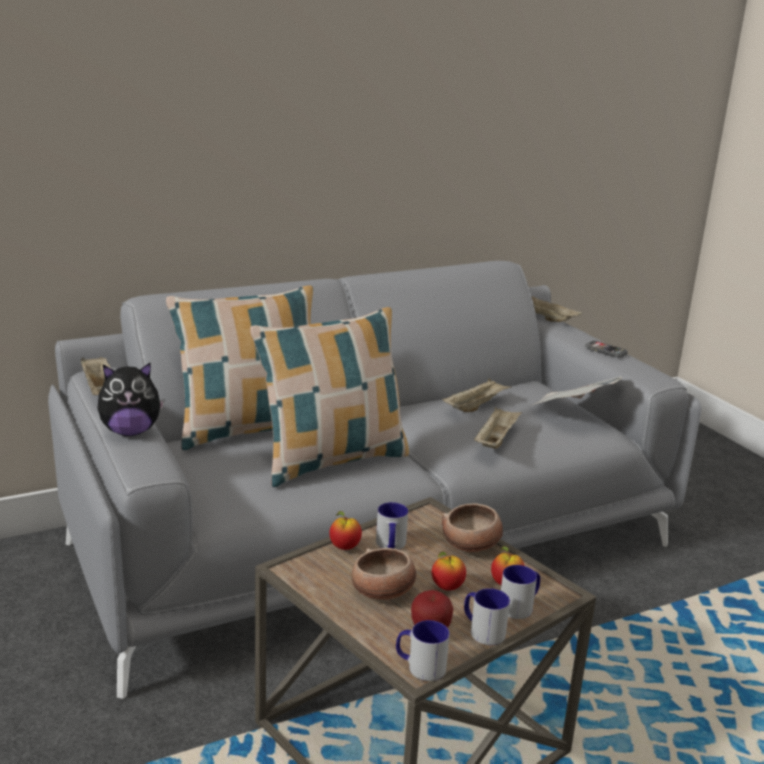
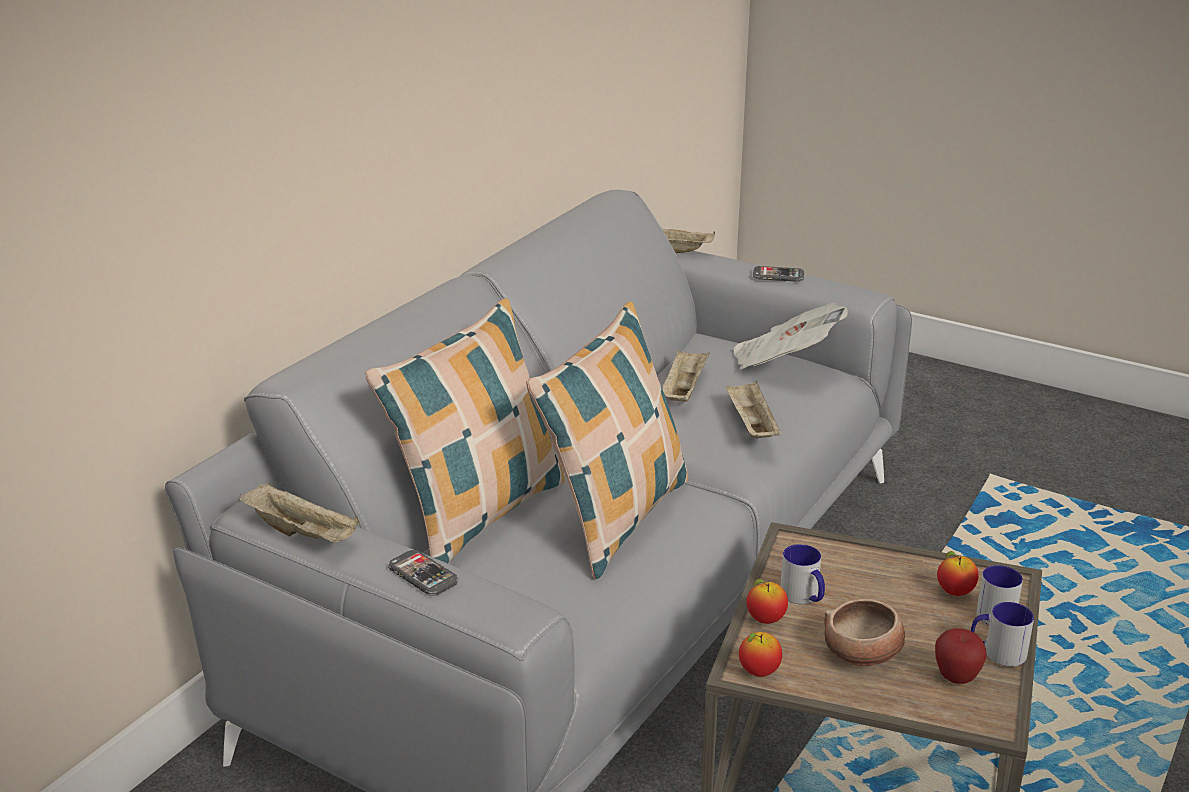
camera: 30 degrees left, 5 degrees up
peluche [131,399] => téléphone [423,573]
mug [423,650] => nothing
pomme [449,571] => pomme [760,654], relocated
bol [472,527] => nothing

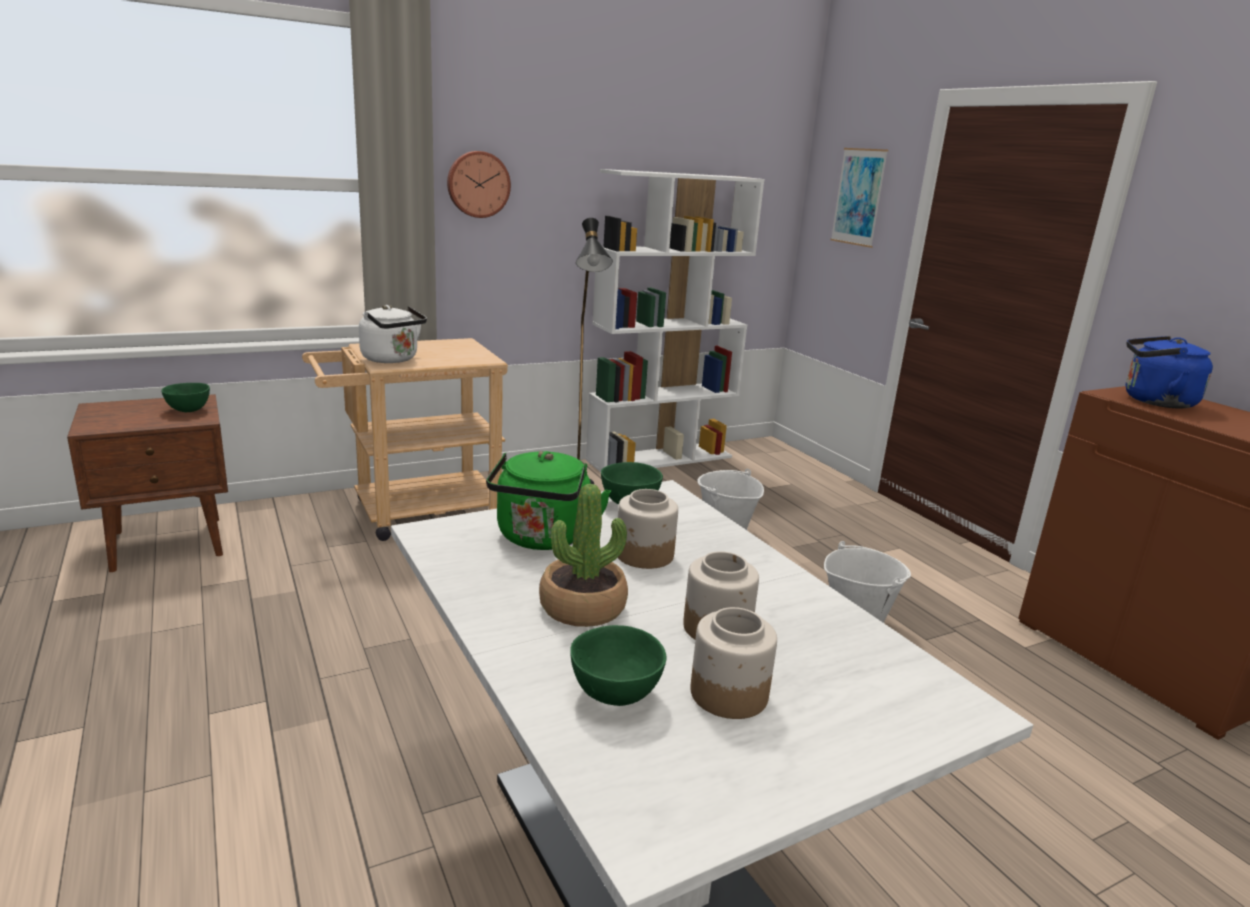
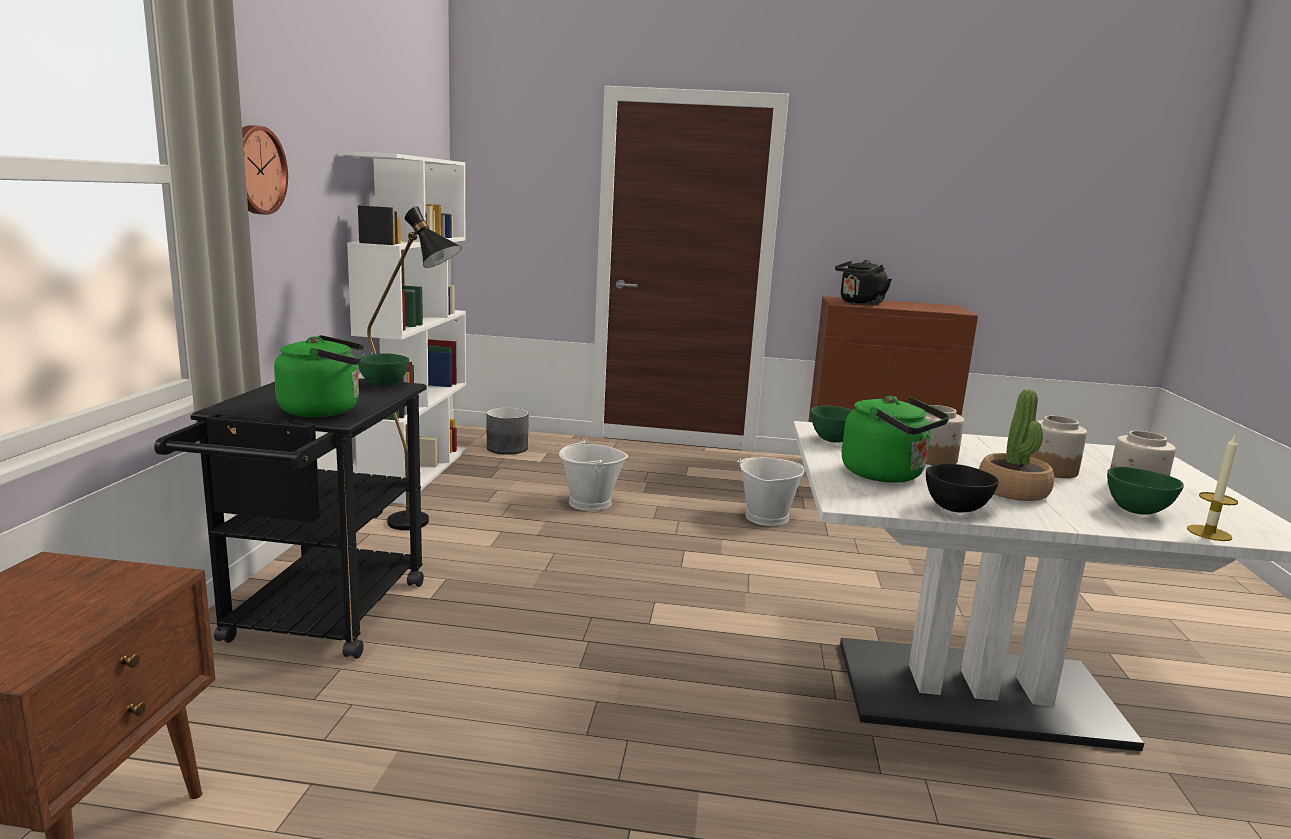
camera: 55 degrees left, 5 degrees down
bol [vert] [185,397] => bol [vert] [383,369], relocated
chariot [beige] [405,439] => chariot [noir] [290,518]
bouilloire [blanc] [393,334] => bouilloire [vert] [319,376]
tableau [859,198] => nothing
bouilloire [bleu] [1169,372] => bouilloire [noir] [863,282]
nothing => cache-pot [gris] [508,431]
nothing => bol [noir] [962,488]
nothing => bougie [1212,488]

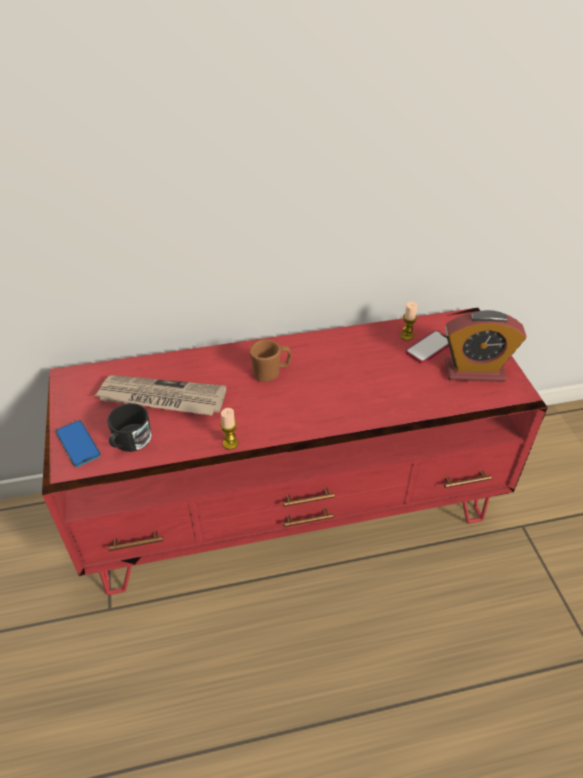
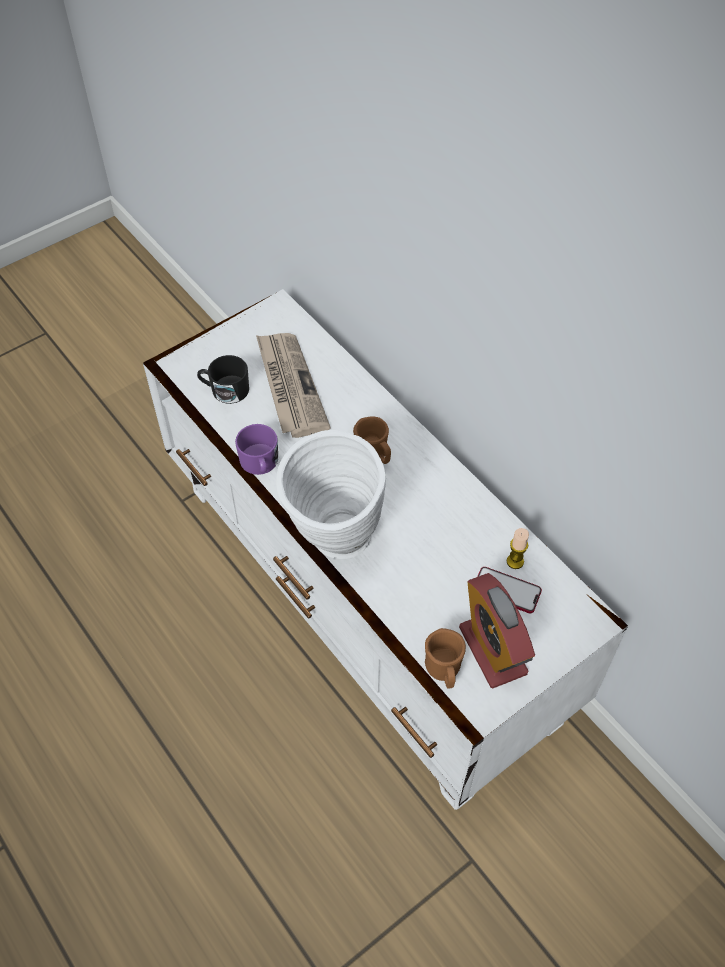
camera: 65 degrees right, 10 degrees up
meuble télé [rouge] [295,451] => meuble télé [blanc] [385,549]
téléphone [78,443] => nothing
bougie [229,429] => mug [violet] [256,449]
nothing => vase [blanc] [331,494]
nothing => mug [marron] [445,658]

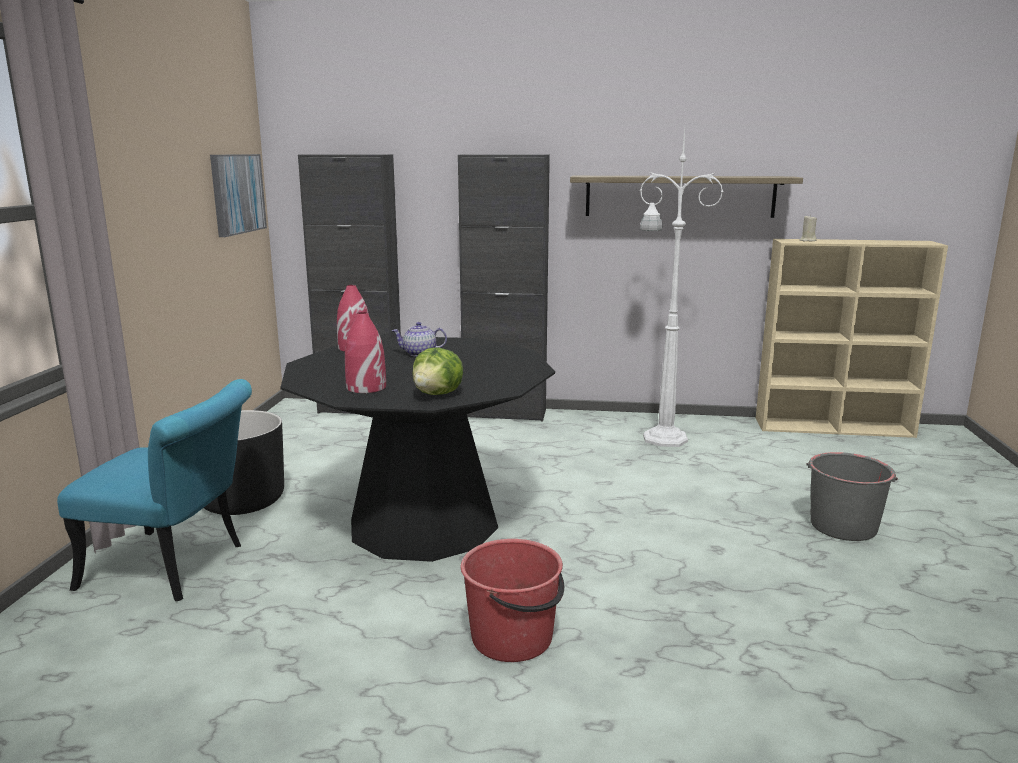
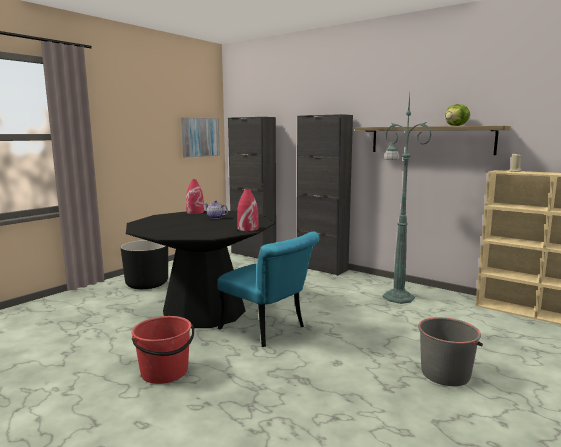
camera: 30 degrees right, 5 degrees down
chaise [turquoise] [154,490] => chaise [turquoise] [268,289], relocated
vase [rouge] [365,352] => vase [rouge] [247,210], relocated
laitue [437,371] => laitue [457,115], relocated
lampadaire [blanc] [682,288] => lampadaire [vert] [407,199]

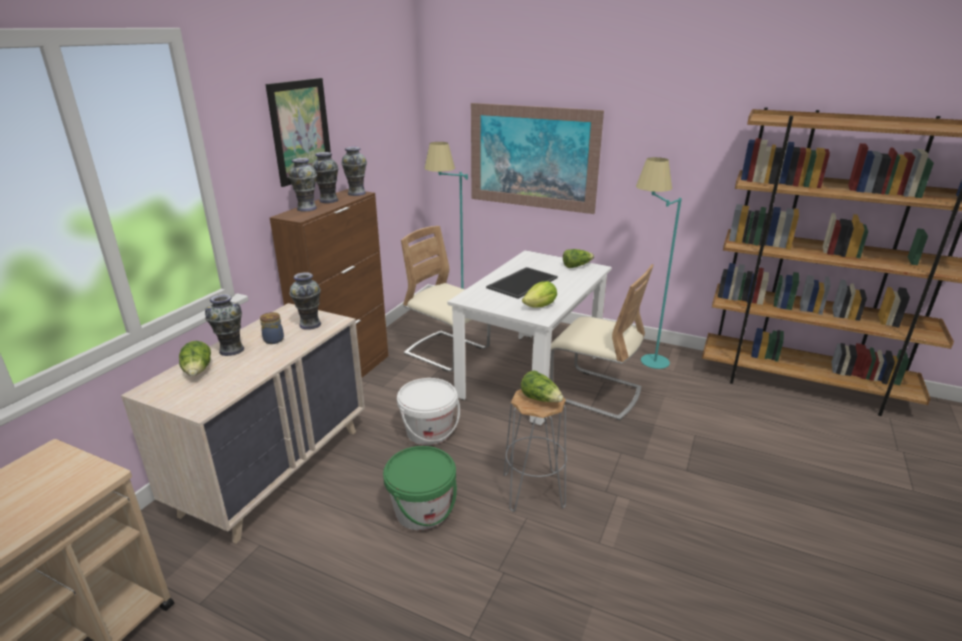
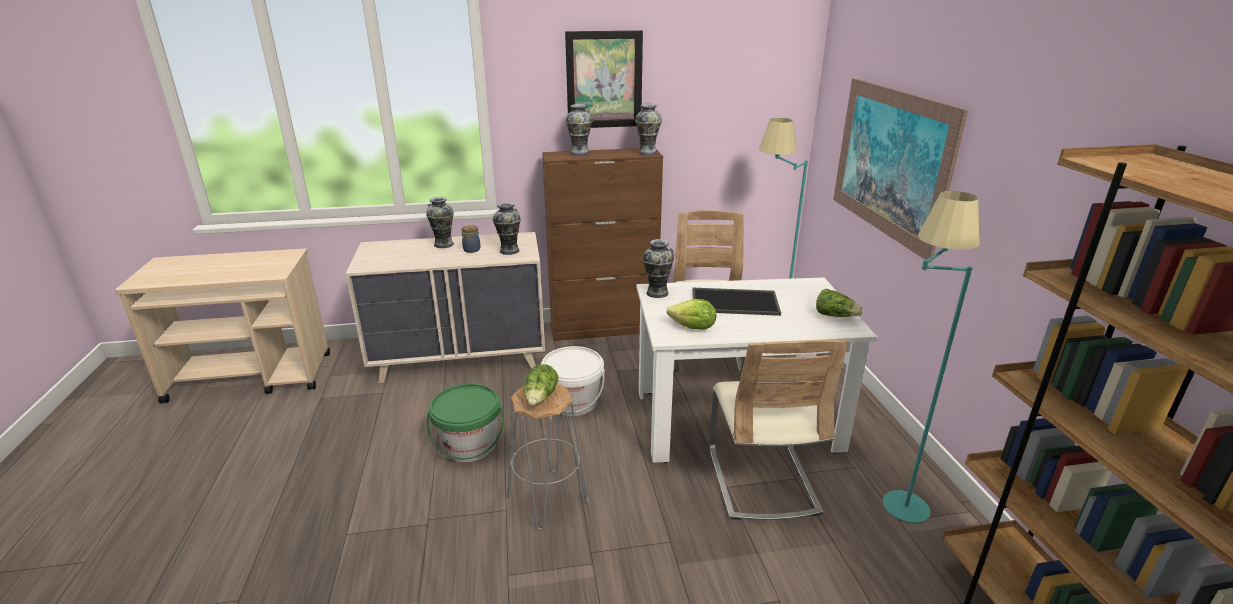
camera: 55 degrees right, 0 degrees up
laitue [195,358] => nothing
vase [325,177] => vase [658,268], relocated

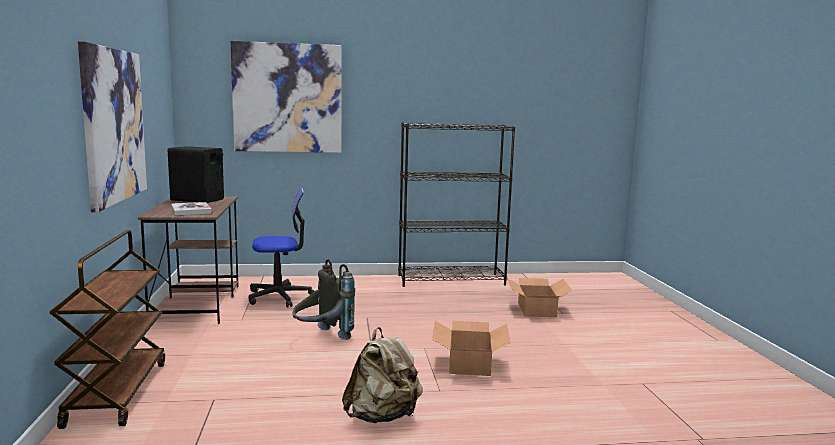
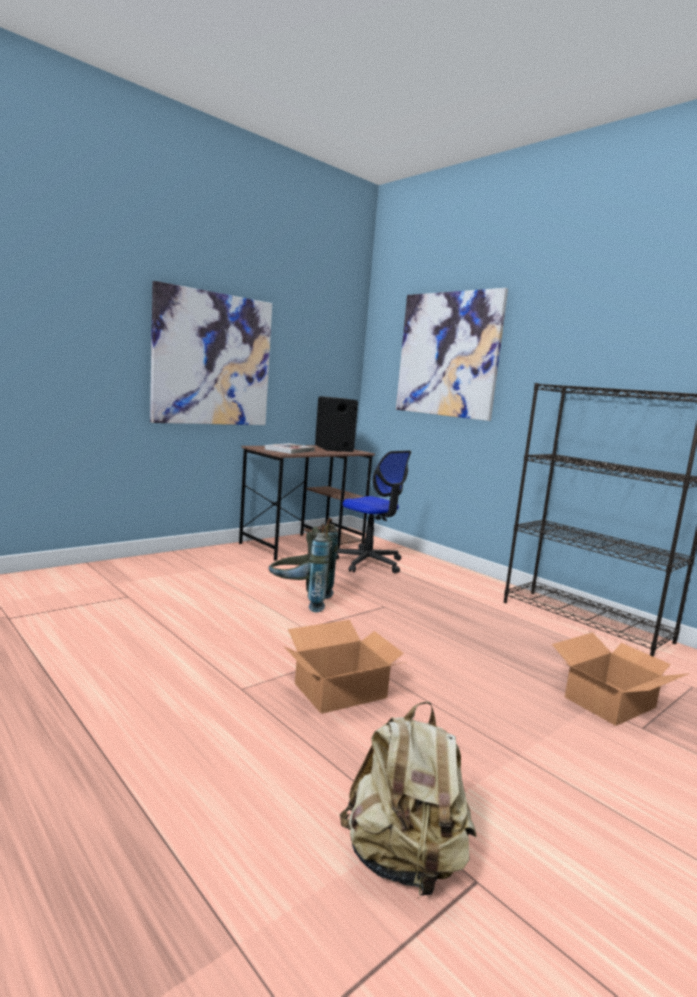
camera: 55 degrees right, 0 degrees up
chariot [marron] [107,329] => nothing
sac à dos [beige] [382,375] => sac à dos [beige] [408,798], relocated

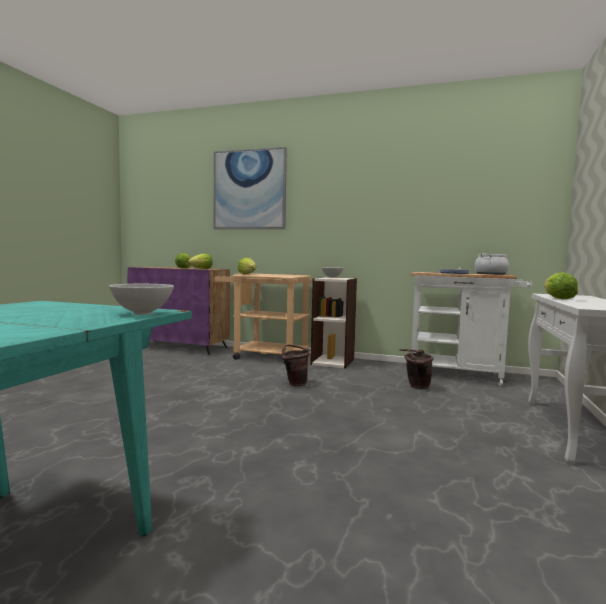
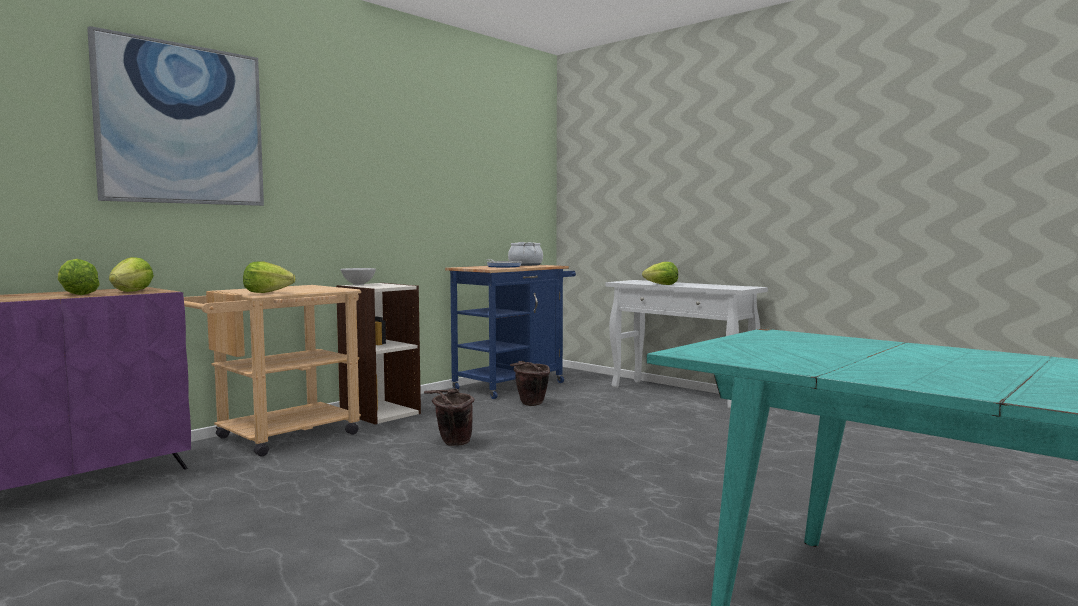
camera: 65 degrees left, 0 degrees up
bol [blanc] [141,299] => nothing
chariot [blanc] [471,329] => chariot [bleu] [510,332]

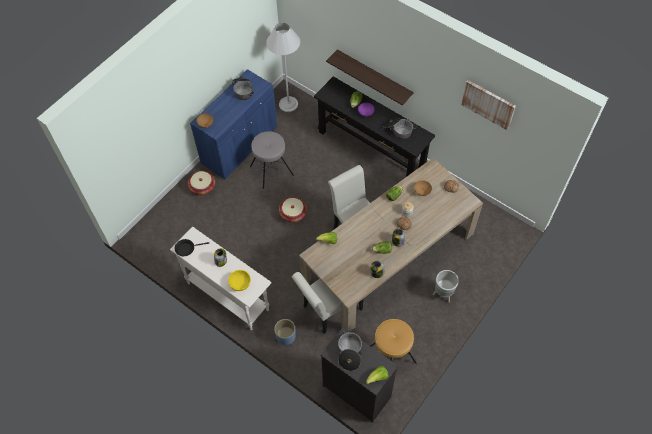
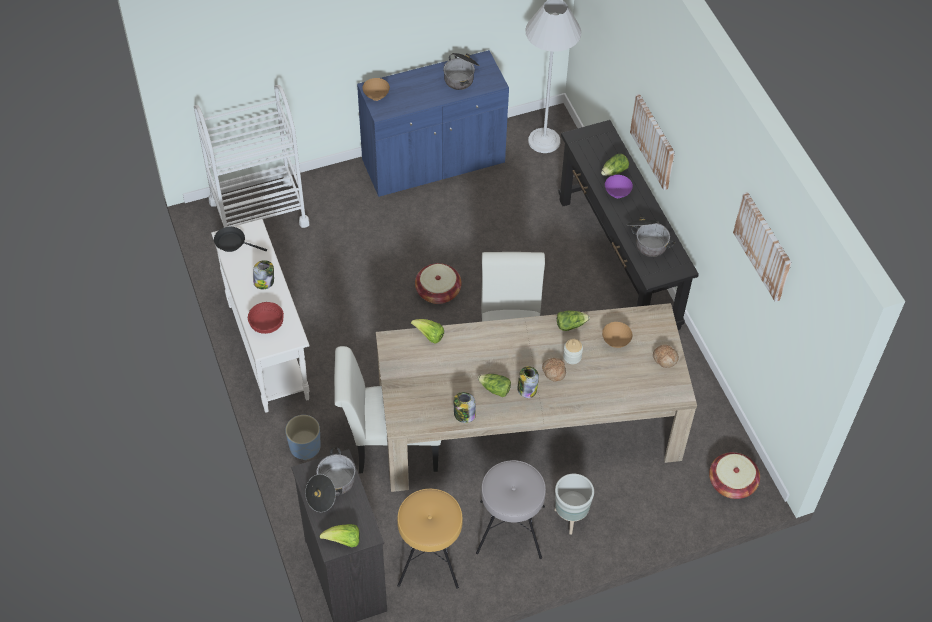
camera: 30 degrees right, 5 degrees down
panier [201,183] => panier [734,475], relocated
bol [jaune] [239,280] => bol [rouge] [266,318]
tabouret [gris] [272,160] => tabouret [gris] [511,509], relocated
étagère [370,77] => tableau [652,142]
nothing => chariot [blanc] [251,156]

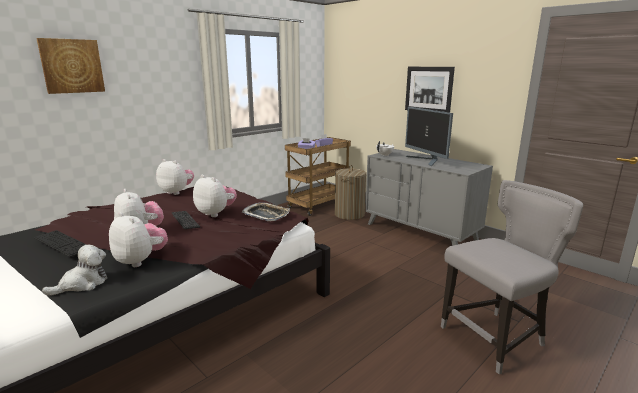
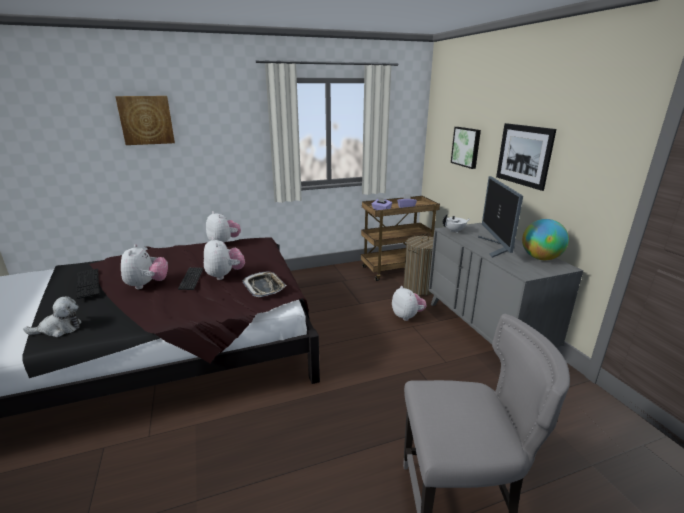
camera: 25 degrees right, 5 degrees up
peluche [138,239] => peluche [409,303], relocated
nothing => tableau [466,148]
nothing => globe [545,239]

